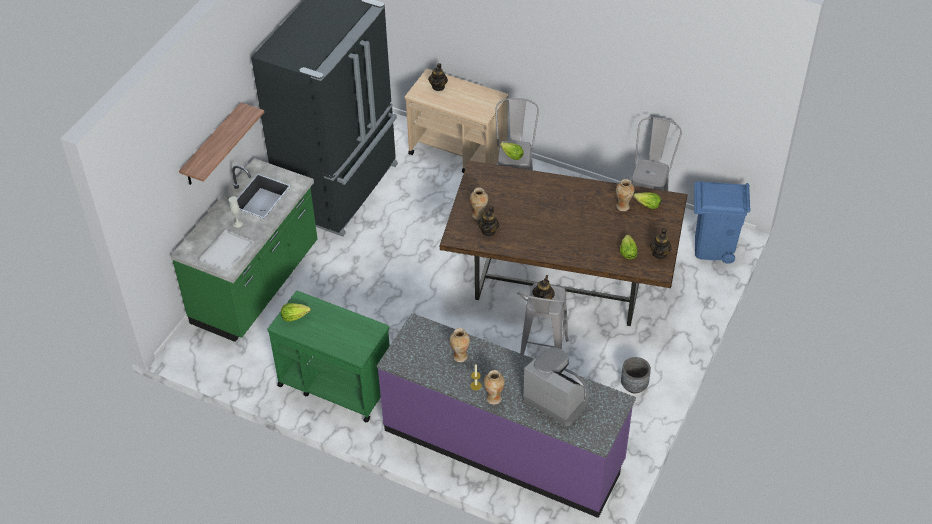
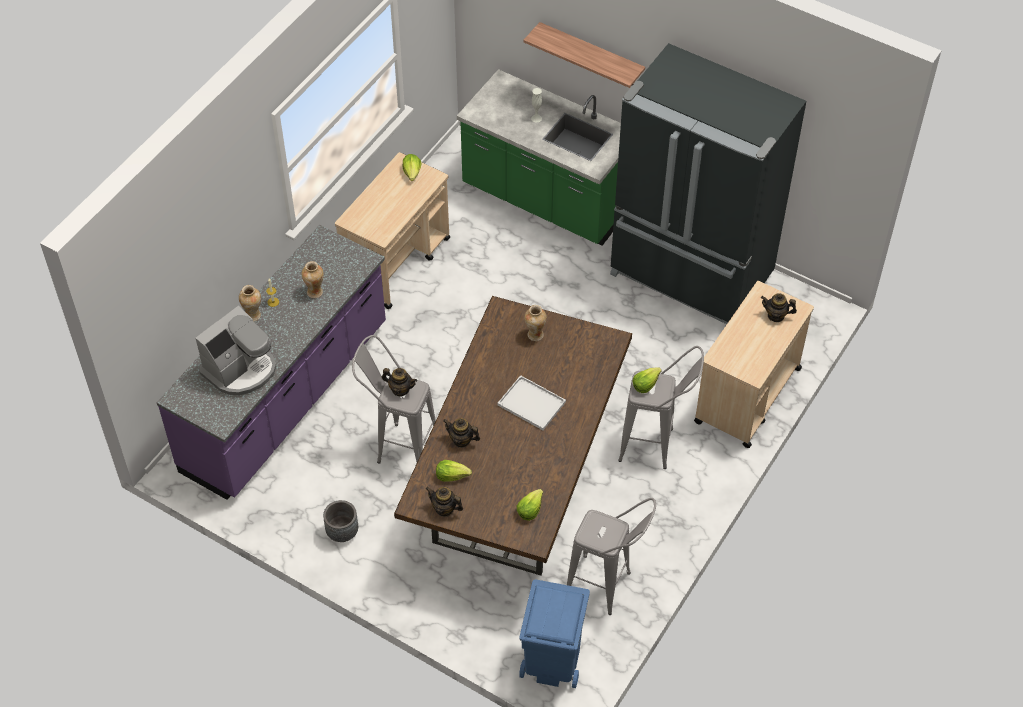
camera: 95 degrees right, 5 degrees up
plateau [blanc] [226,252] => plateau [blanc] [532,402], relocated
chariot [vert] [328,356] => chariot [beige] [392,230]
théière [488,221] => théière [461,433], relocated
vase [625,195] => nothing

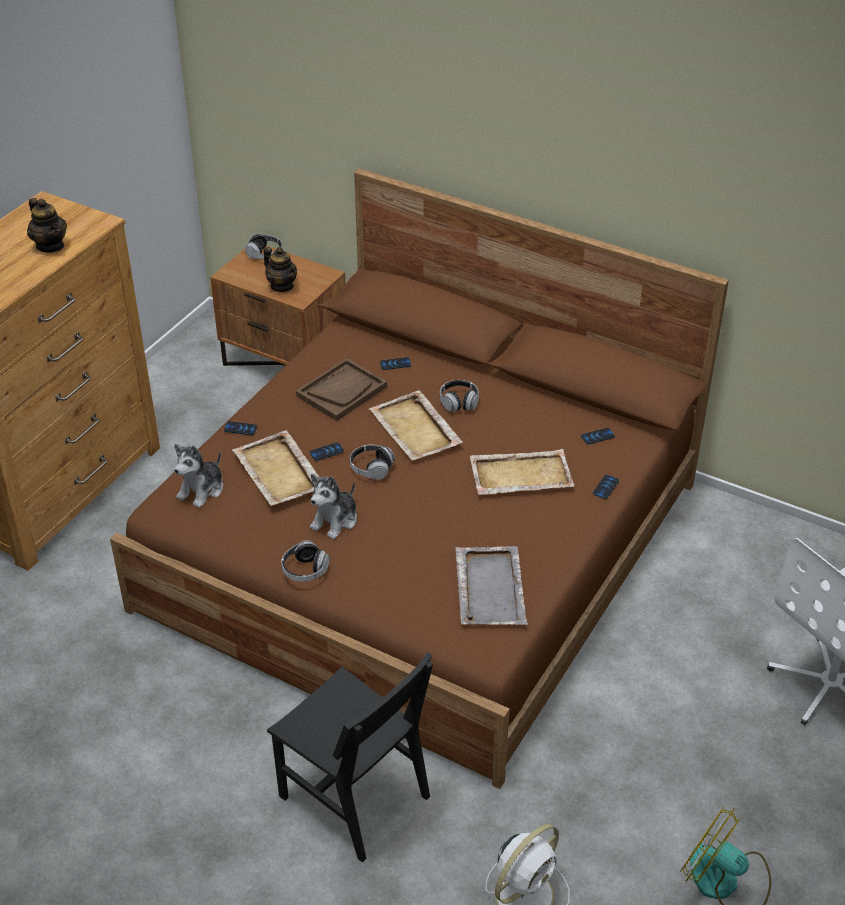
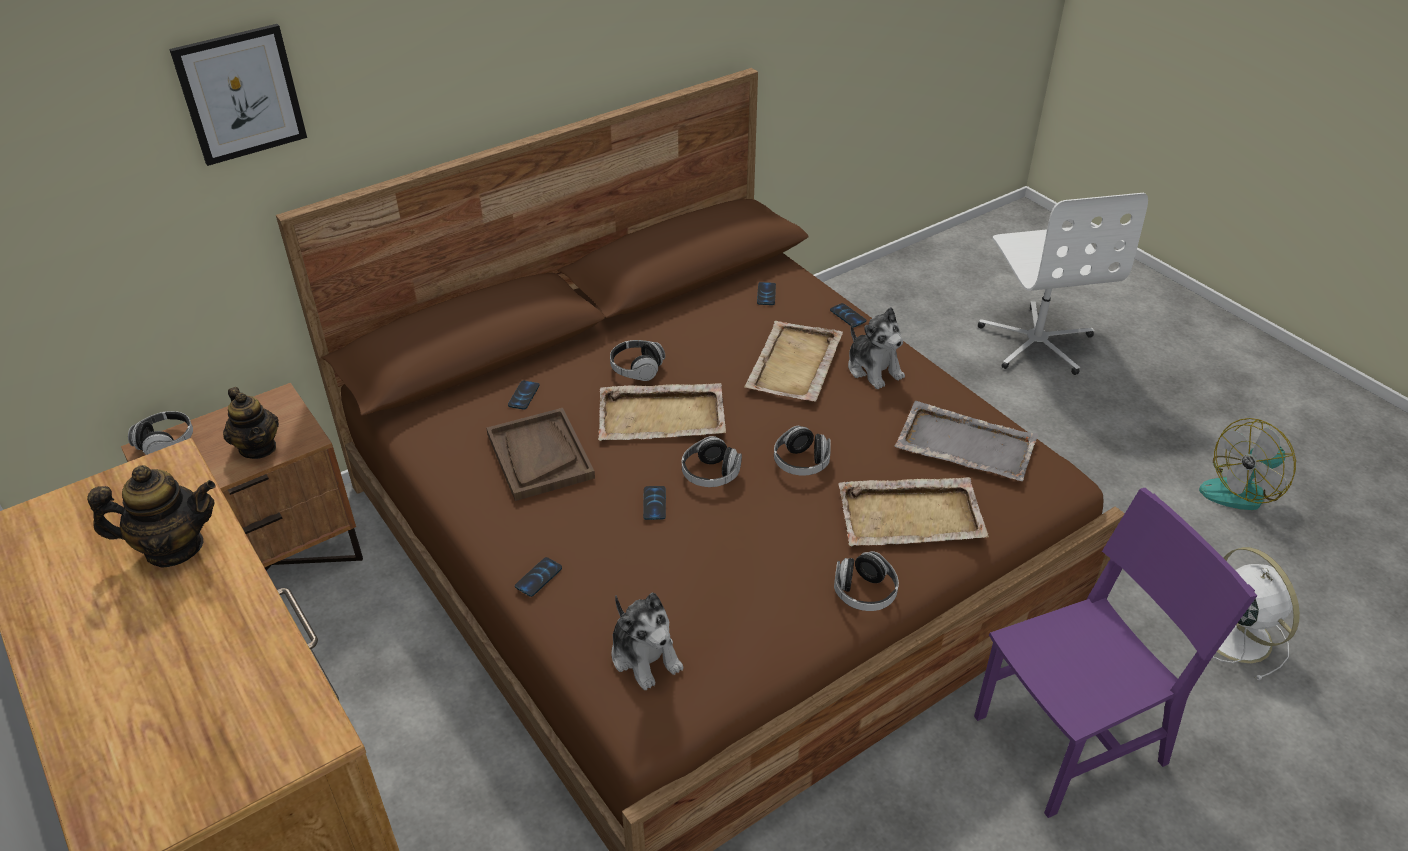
camera: 65 degrees left, 0 degrees up
plateau [beige] [275,468] => plateau [beige] [913,512], relocated
théière [280,269] => théière [251,423], 75 degrees clockwise
chaise [noir] [350,757] => chaise [violet] [1115,653]
peluche [333,507] => peluche [876,348], relocated
nothing => tableau [238,95]
nothing => casque audio [802,451]

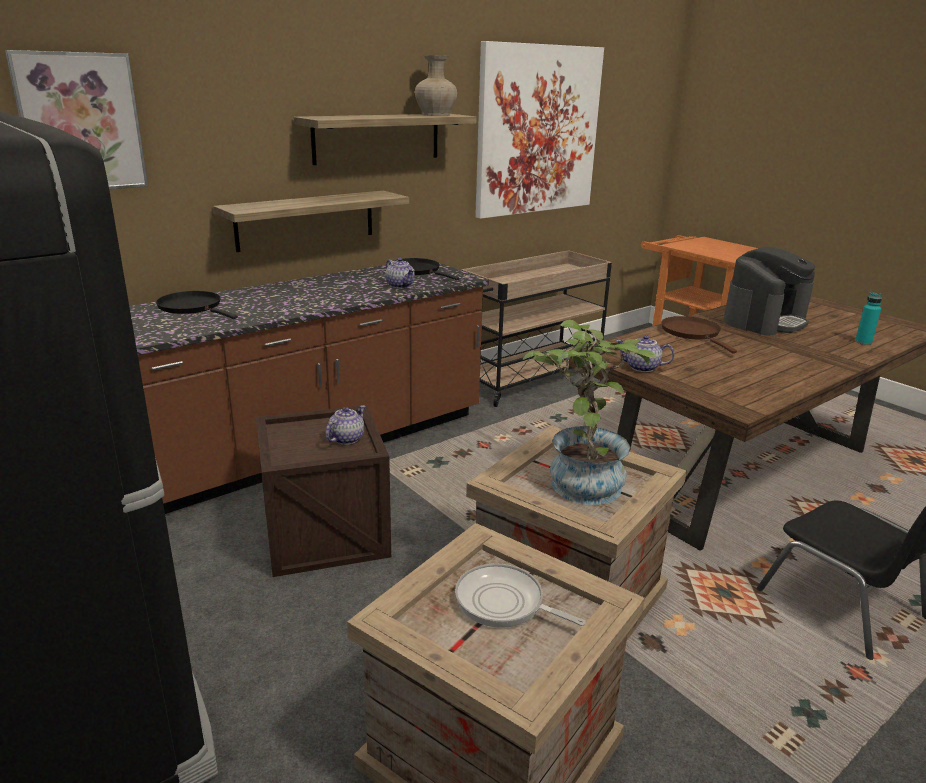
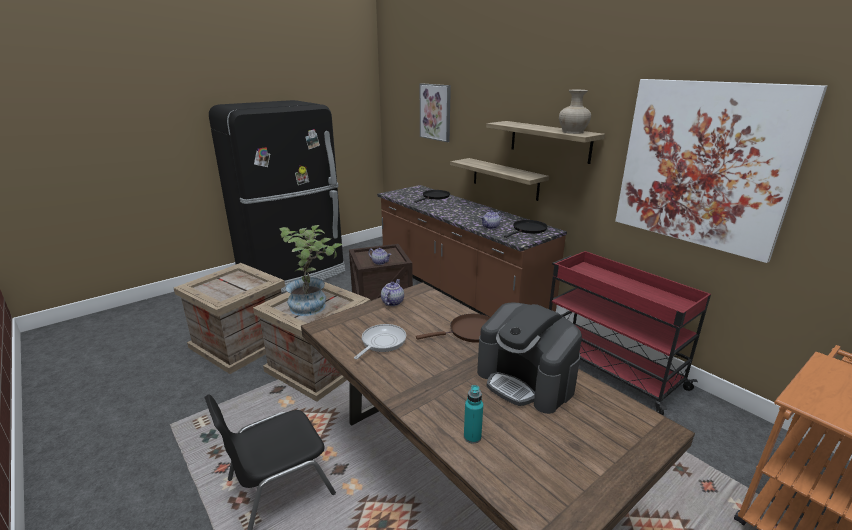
camera: 90 degrees right, 0 degrees up
poêle [520,595] => poêle [380,341], relocated
chariot [beige] [536,328] => chariot [rouge] [630,333]

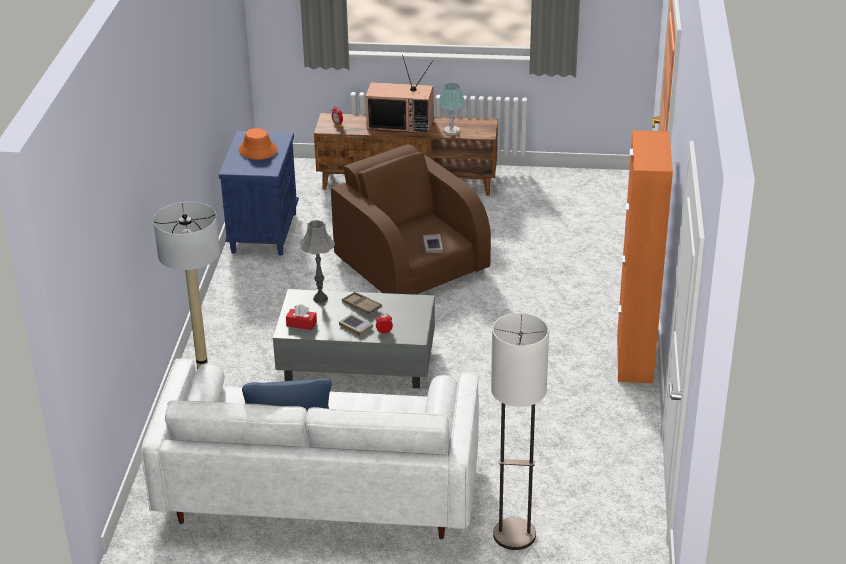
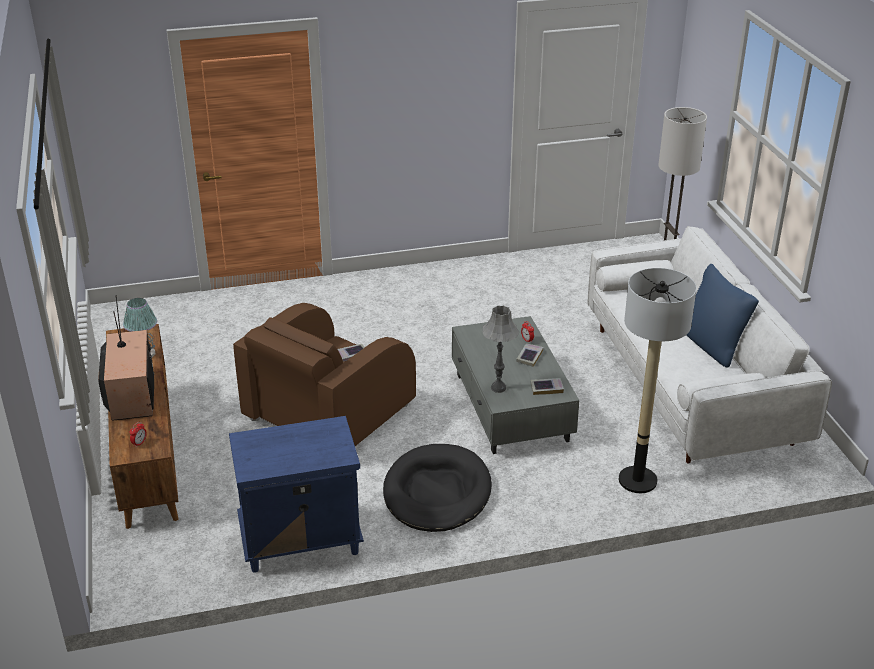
camera: 110 degrees left, 0 degrees up
chapeau [orange] [258,144] => nothing
boîte à mouchoirs [rouge] [301,317] => livre [547,386]
plateau [marron] [362,303] => nothing
meuble de rangement [orange] [645,256] => nothing
nothing => panier pour chien [noir] [437,488]

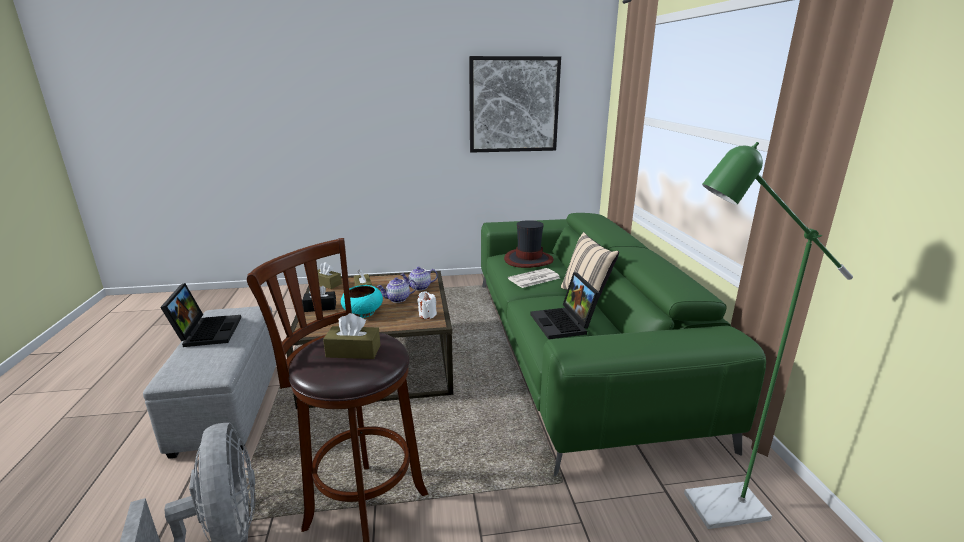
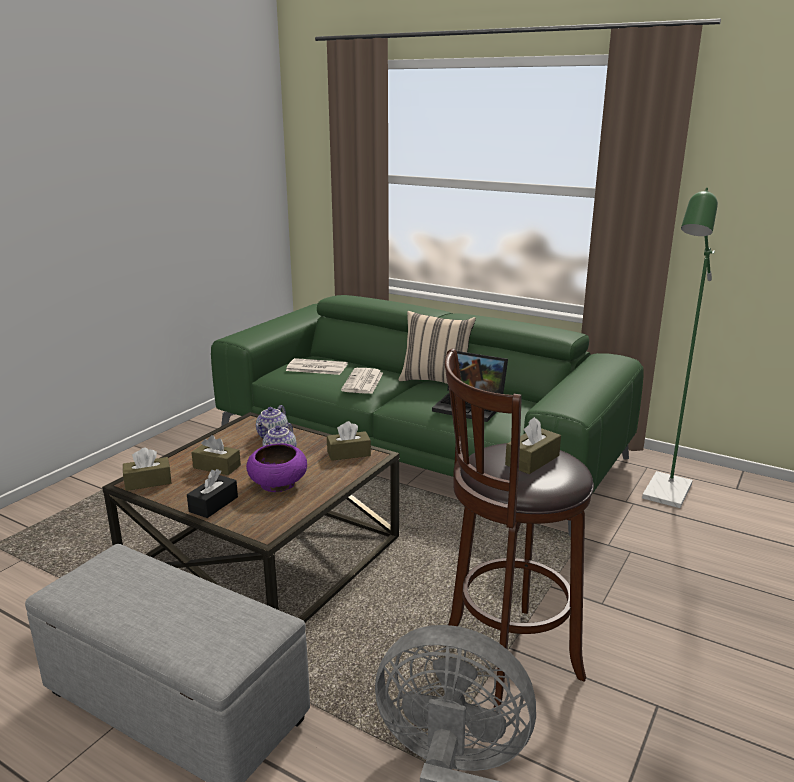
camera: 50 degrees left, 0 degrees up
ordinateur portable [200,315] => nothing
bol [turquoise] [362,301] => bol [violet] [276,467]
bougie [blanc] [427,305] => boîte à mouchoirs [marron] [349,441]
tableau [515,104] => nothing
chapeau [529,244] => journal [317,366]

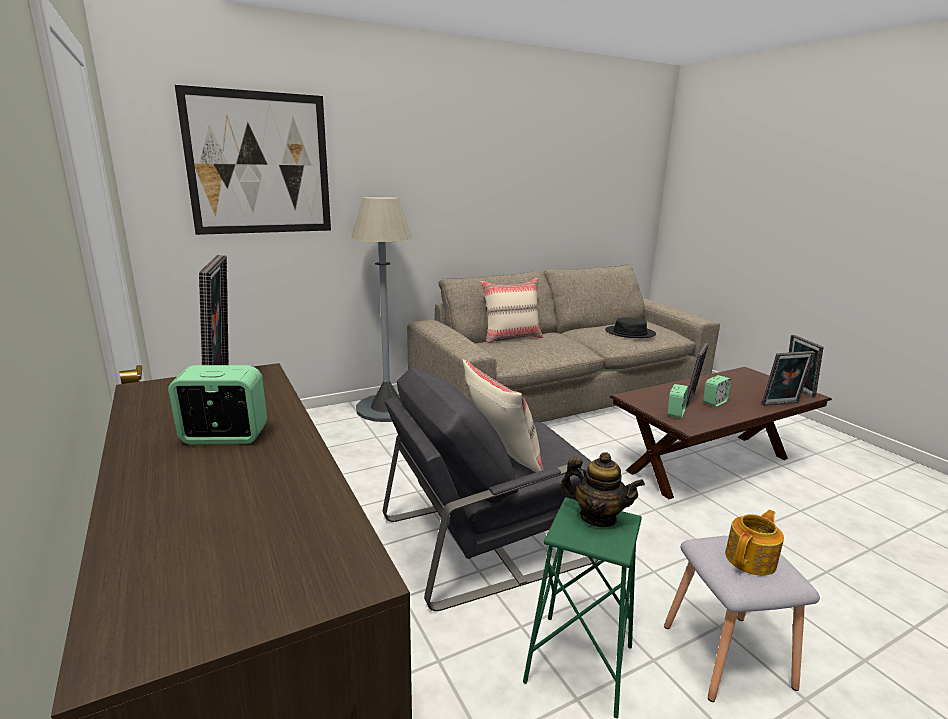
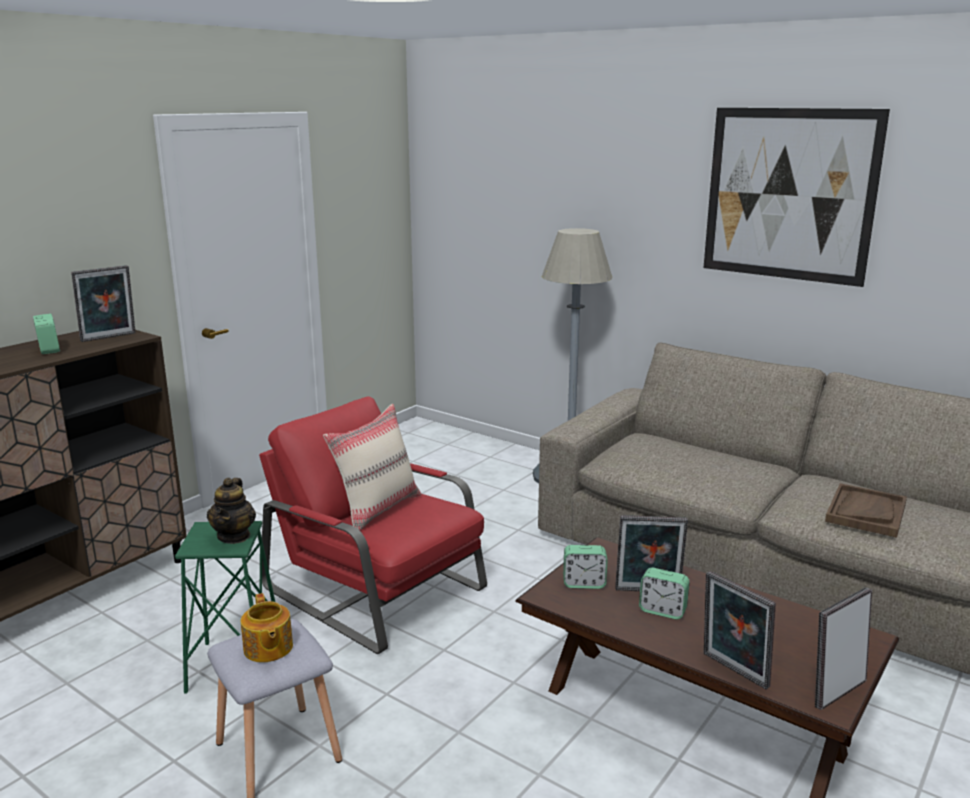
camera: 65 degrees right, 0 degrees up
tableau [253,160] => tableau [797,197], relocated
fauteuil [gris] [490,489] => fauteuil [rouge] [373,525]
coussin [beige] [512,310] => nothing
chapeau [noir] [630,327] => plateau [marron] [866,510]
théière [754,543] => théière [267,627], 45 degrees clockwise

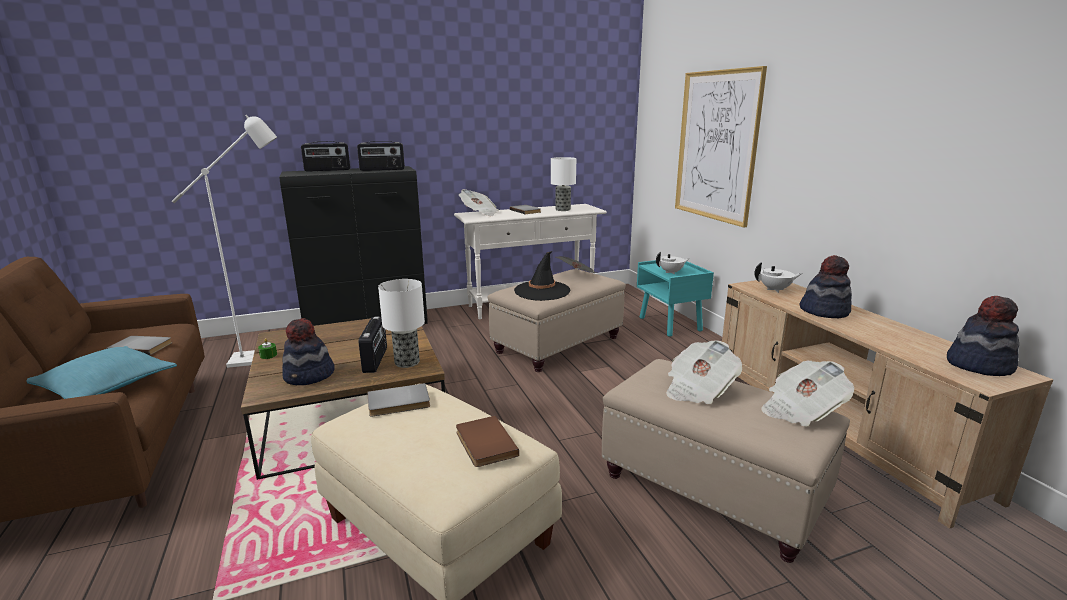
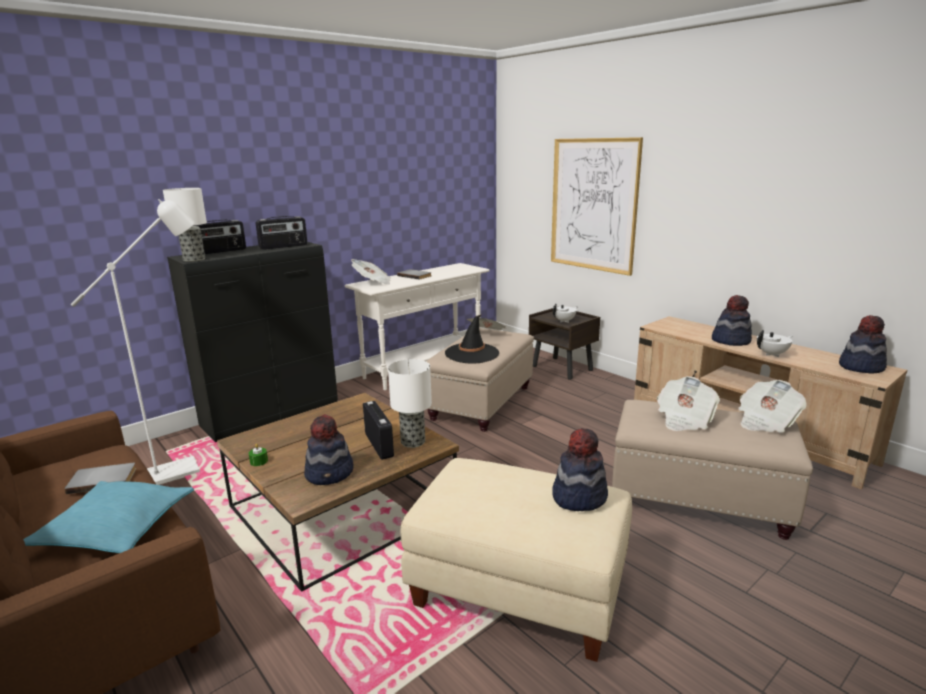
camera: 20 degrees left, 0 degrees up
livre [gris] [398,399] => nothing
livre [marron] [487,441] => chapeau [580,469]
lampe de table [563,184] => lampe de table [185,225], relocated
table de chevet [turquoise] [675,298] => table de chevet [marron] [564,344]
théière [blanc] [778,277] => théière [blanc] [774,343], relocated

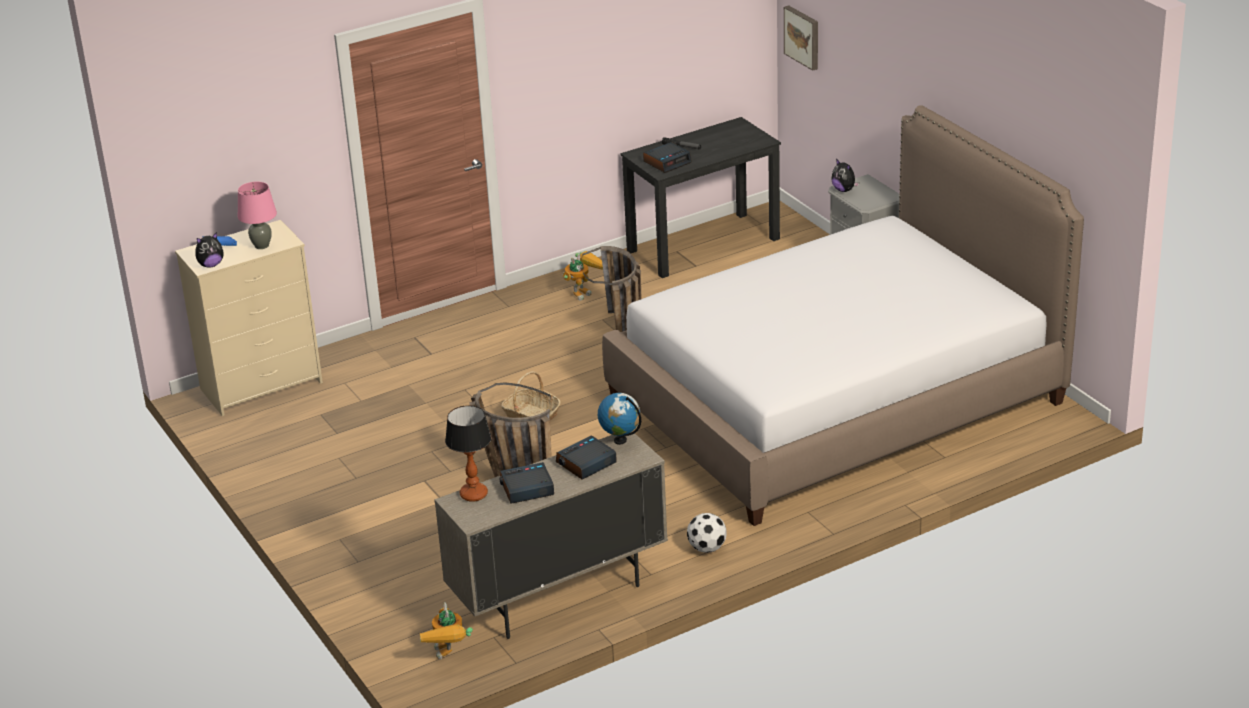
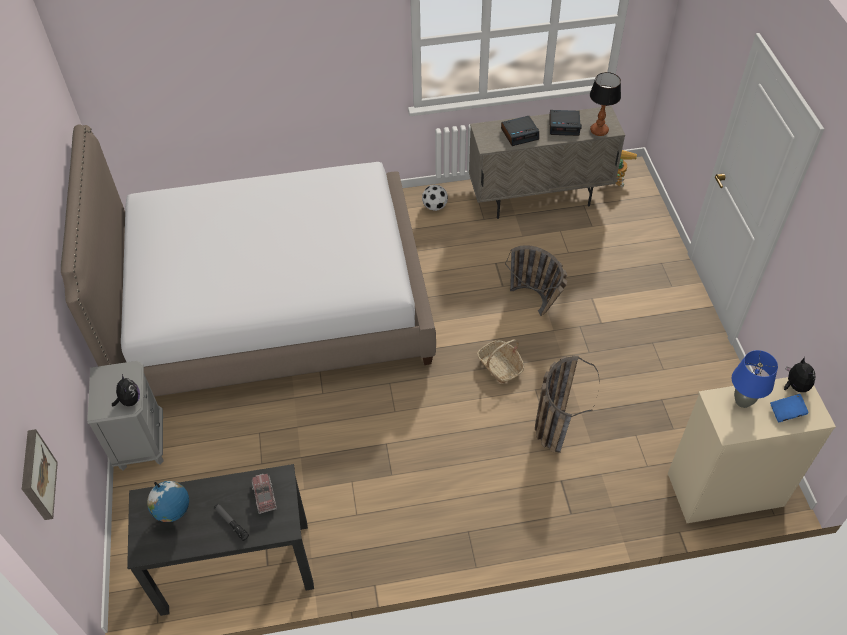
camera: 160 degrees left, 20 degrees up
peluche [210,250] => peluche [799,374], 90 degrees clockwise
lampe de table [rose] [257,215] => lampe de table [bleu] [755,379]
robot jouet [583,276] => nothing
panier [612,289] => panier [567,404], relocated
globe [619,419] => globe [168,501], relocated
réveil [667,157] => camion jouet [264,494]

